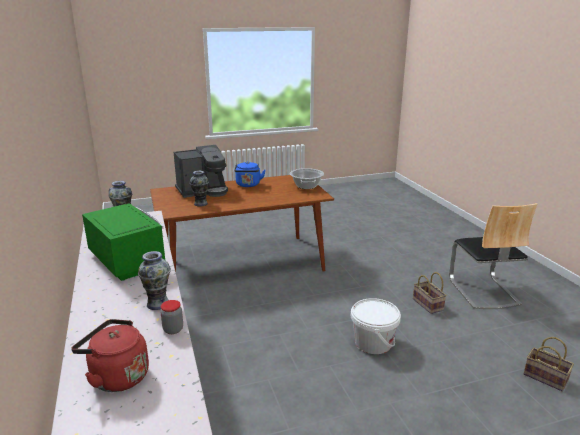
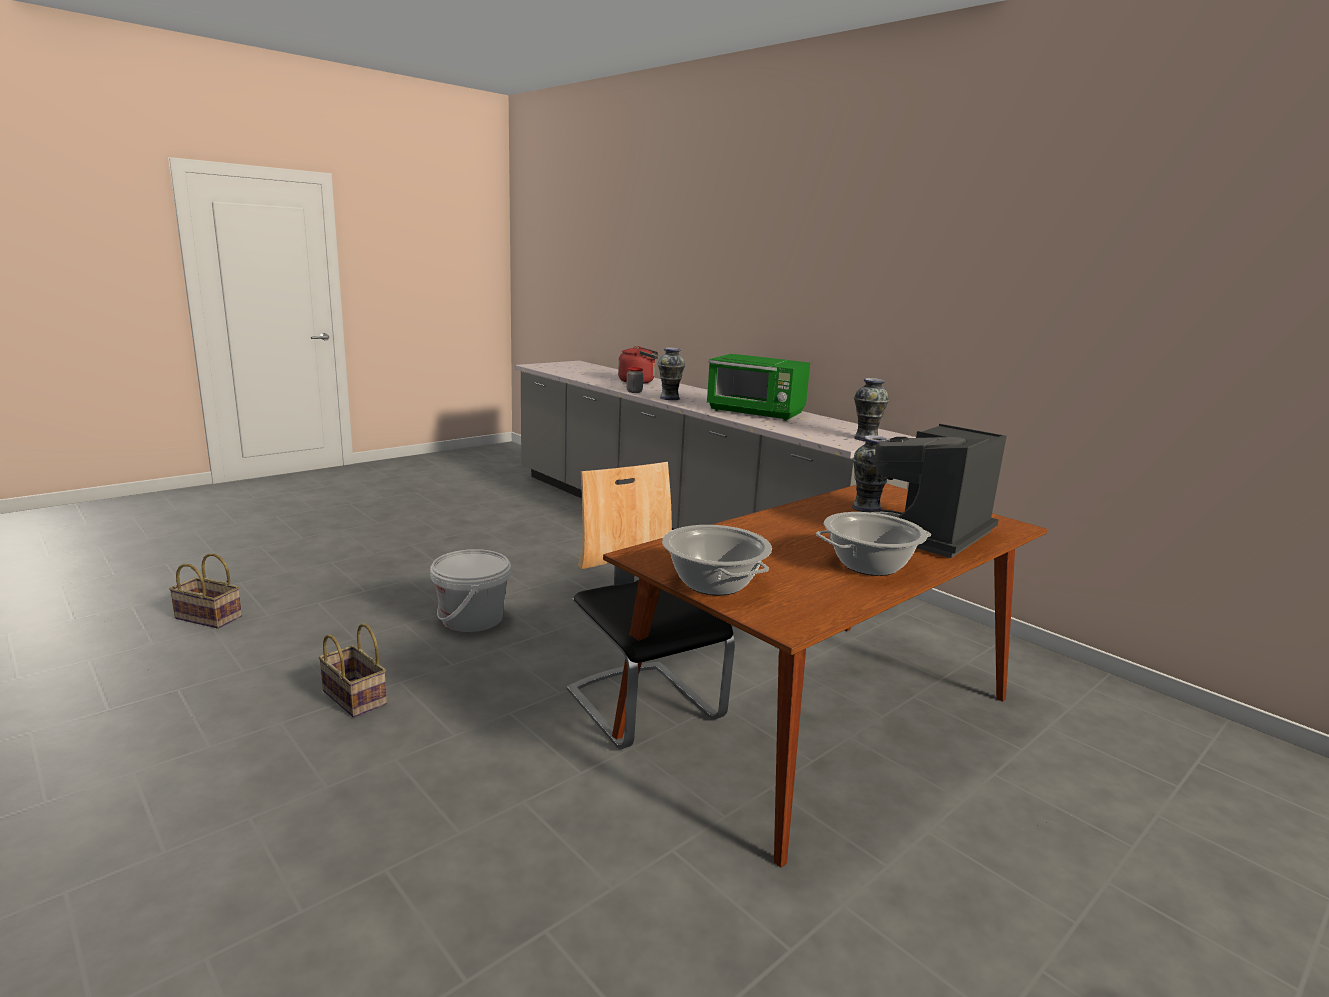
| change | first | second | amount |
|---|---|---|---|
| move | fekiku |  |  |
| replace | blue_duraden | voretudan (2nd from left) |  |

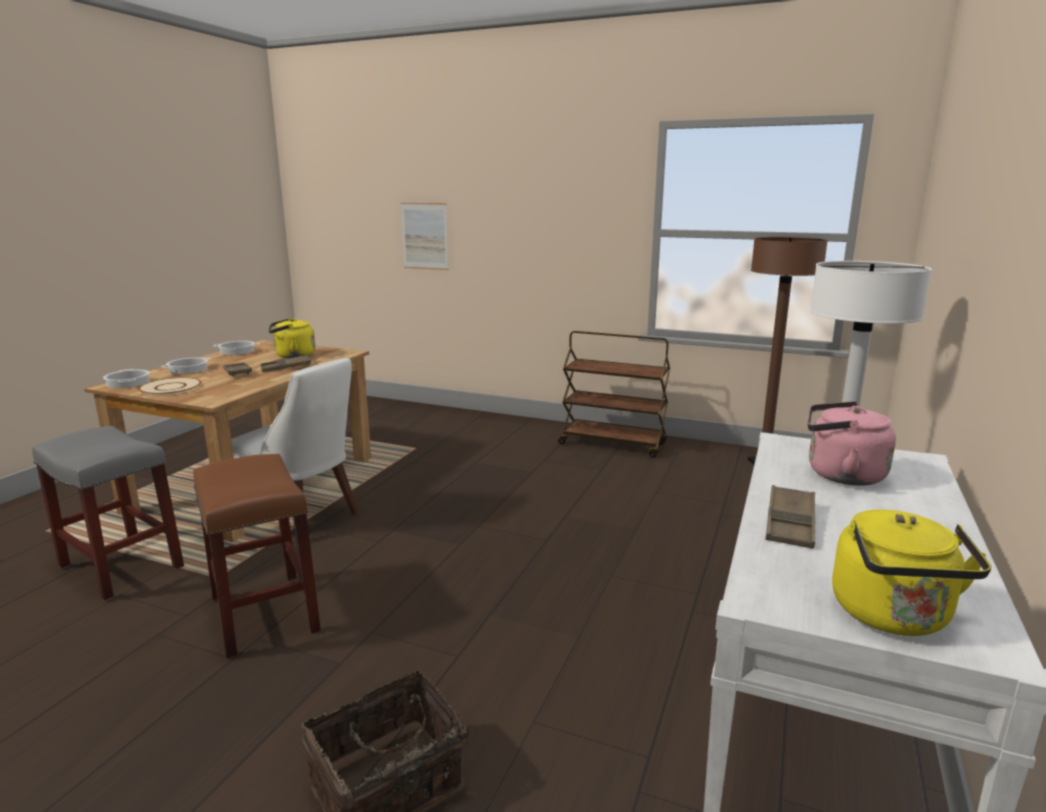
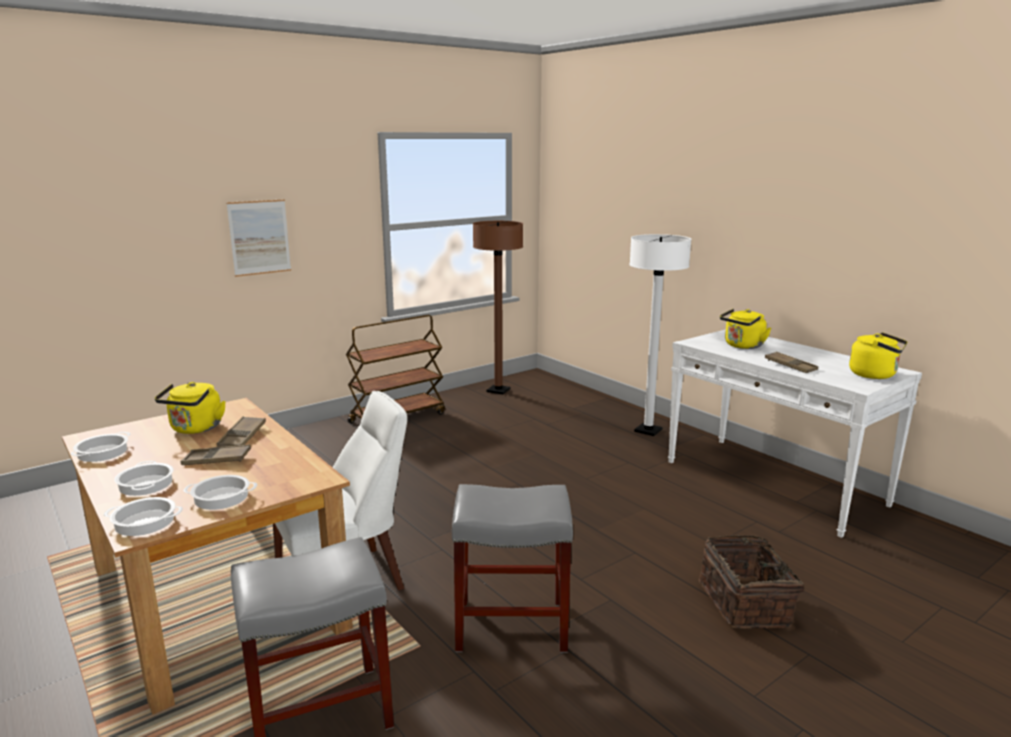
| change | first | second | amount |
|---|---|---|---|
| replace | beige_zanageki | voretudan (4th from left) |  |
| move | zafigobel |  |  |
| recolor | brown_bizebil | grey_bizebil (2nd from left) |  |
| recolor | pink_duraden | yellow_duraden (2nd from left) |  |

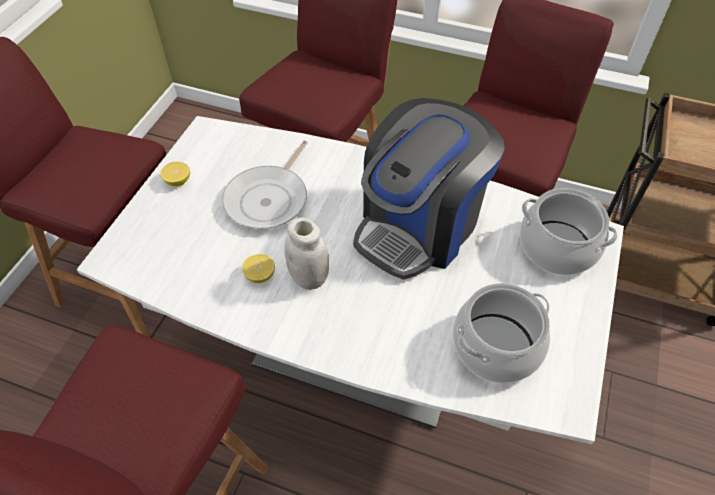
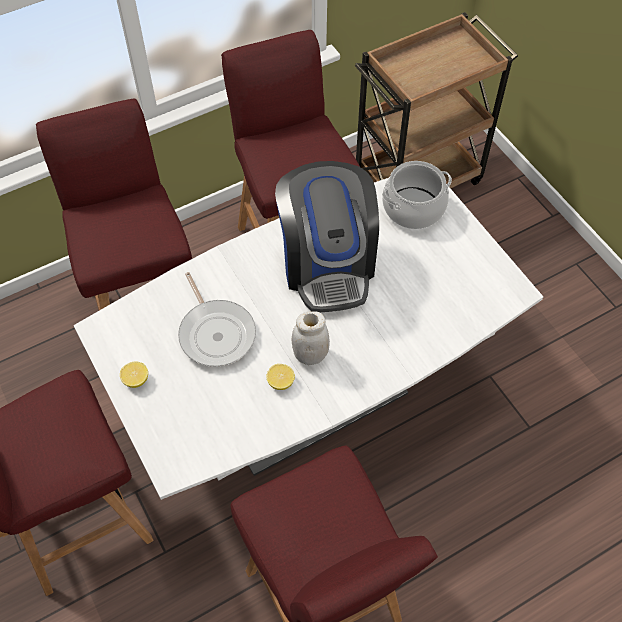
| change | first | second | amount |
|---|---|---|---|
| delete | voretudan (1st from left) |  |  |

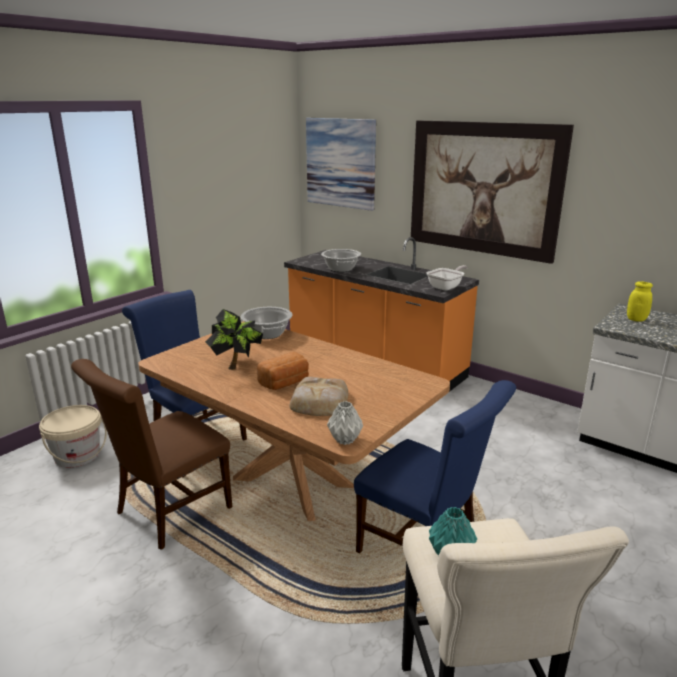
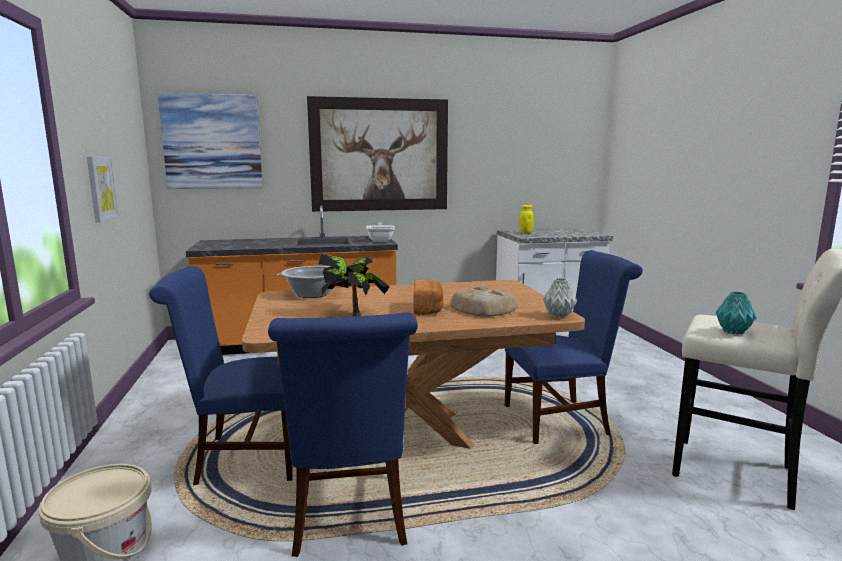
| change | first | second | amount |
|---|---|---|---|
| insert |  | zafigobel (1st from left) |  |
| recolor | brown_fekiku | blue_fekiku (2nd from left) |  |
| delete | voretudan (2nd from left) |  |  |

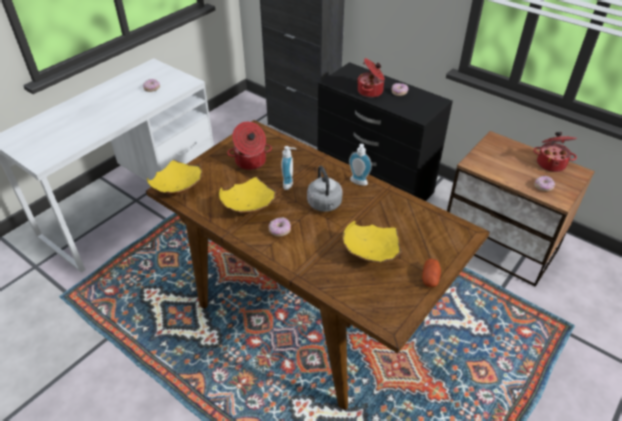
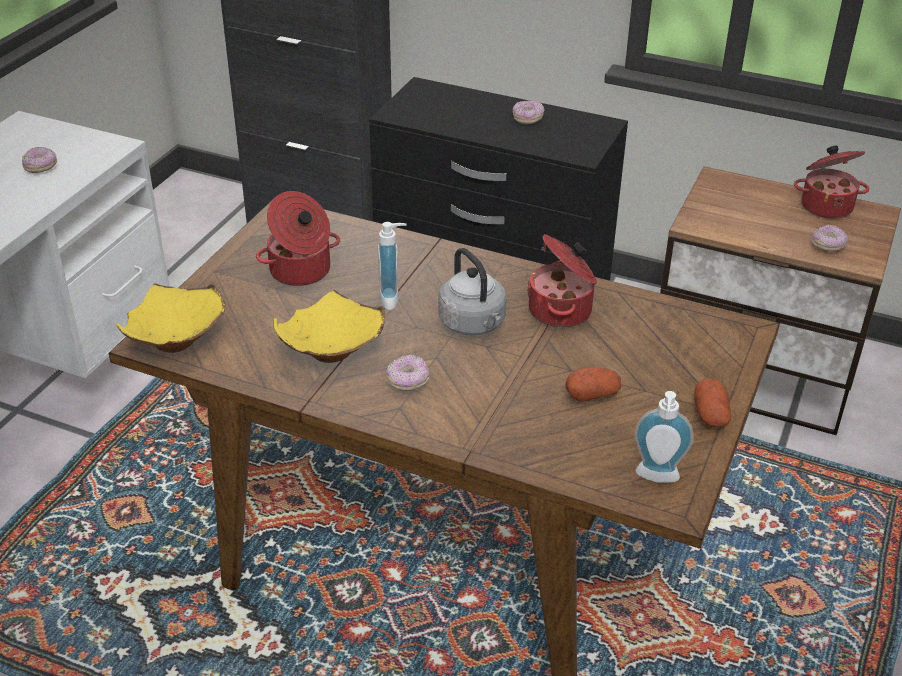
| change | first | second | amount |
|---|---|---|---|
| move | voretudan (2nd from left) |  |  |
| replace | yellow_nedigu (3rd from left) | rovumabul (1st from left) |  |
| move | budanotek (2nd from left) |  |  |

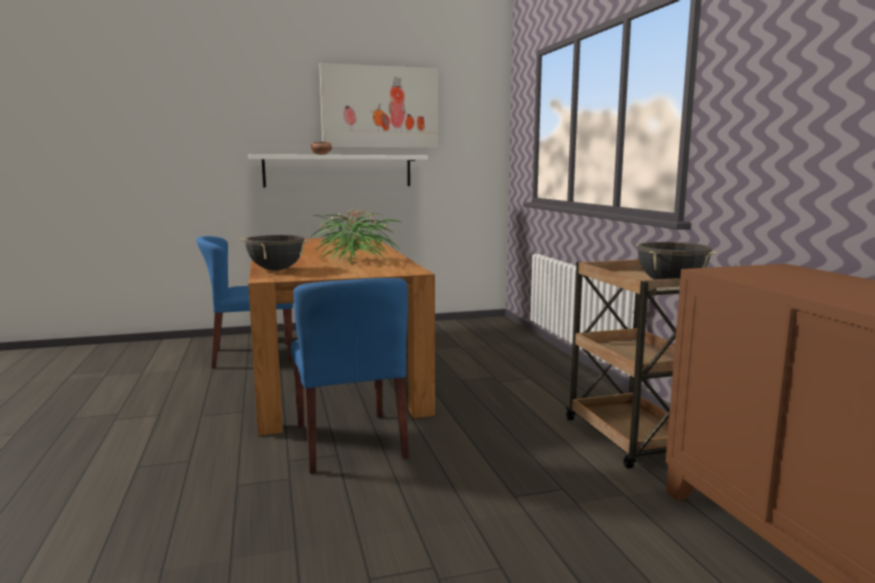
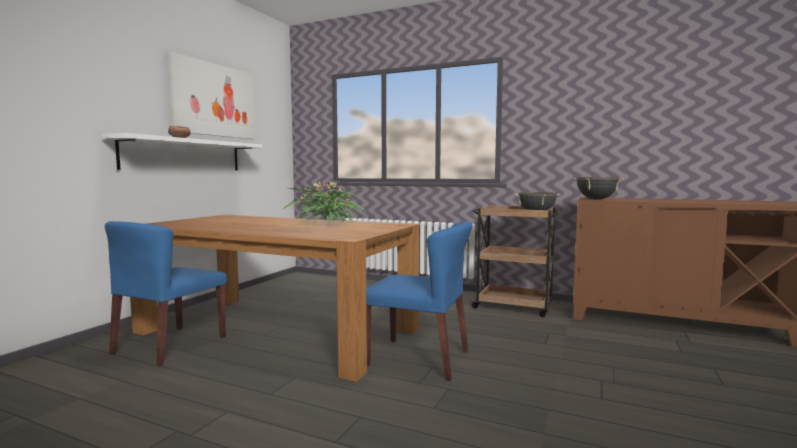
| change | first | second | amount |
|---|---|---|---|
| move | black_voretudan (1st from left in the first image) | black_voretudan (2nd from left) |  |

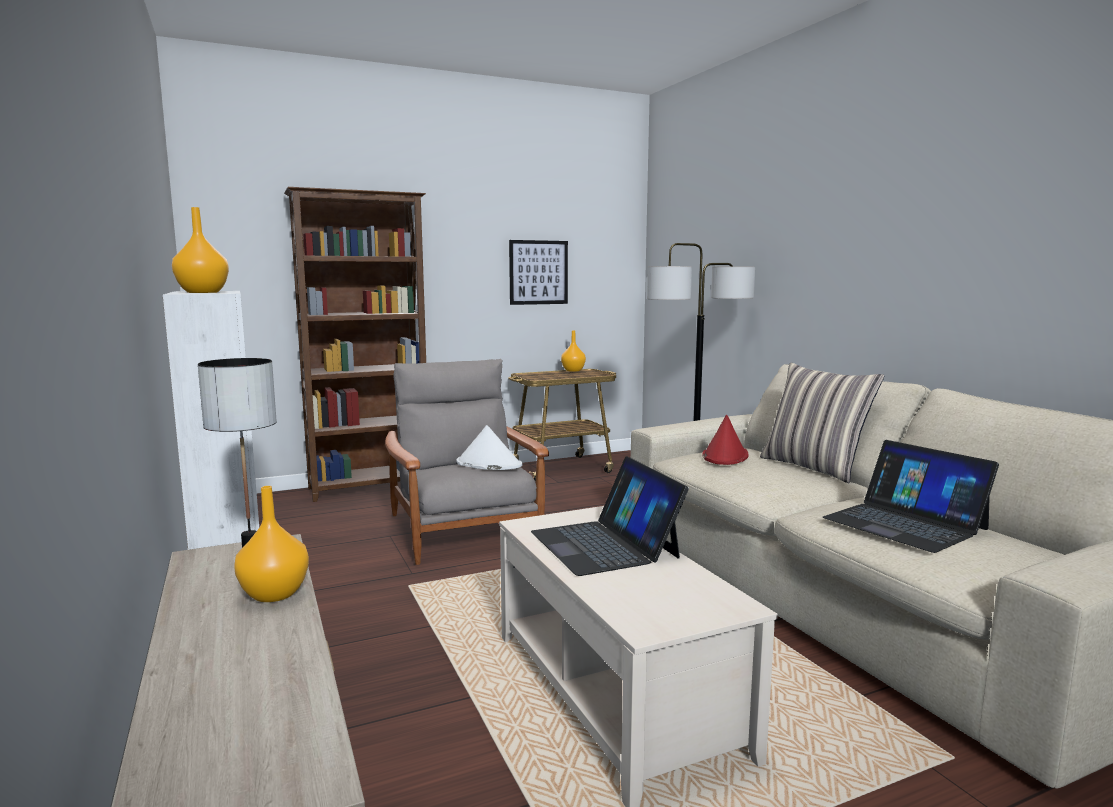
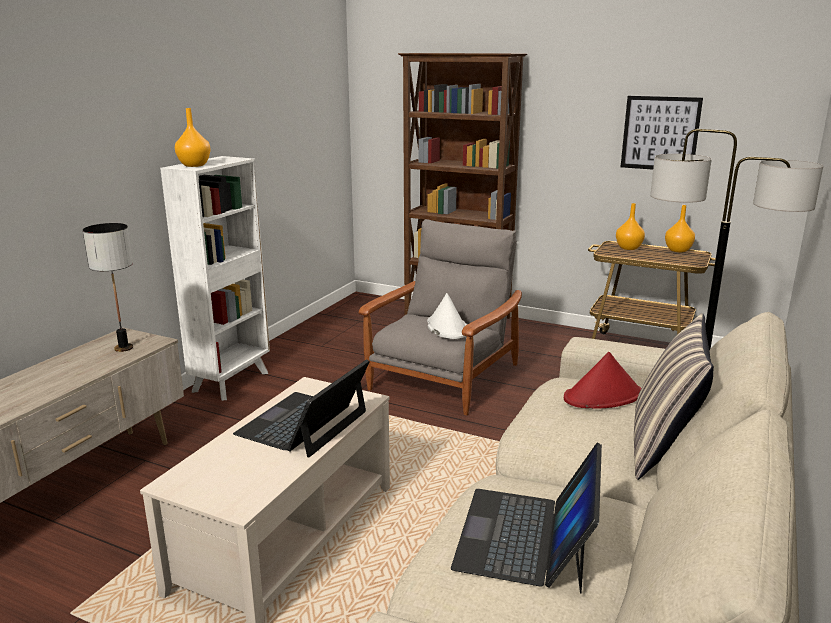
| change | first | second | amount |
|---|---|---|---|
| move | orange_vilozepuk (2nd from left) |  |  |

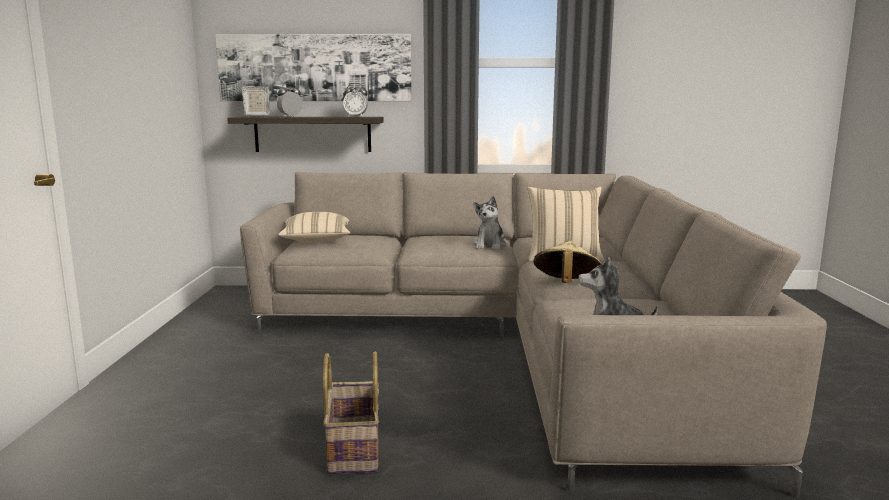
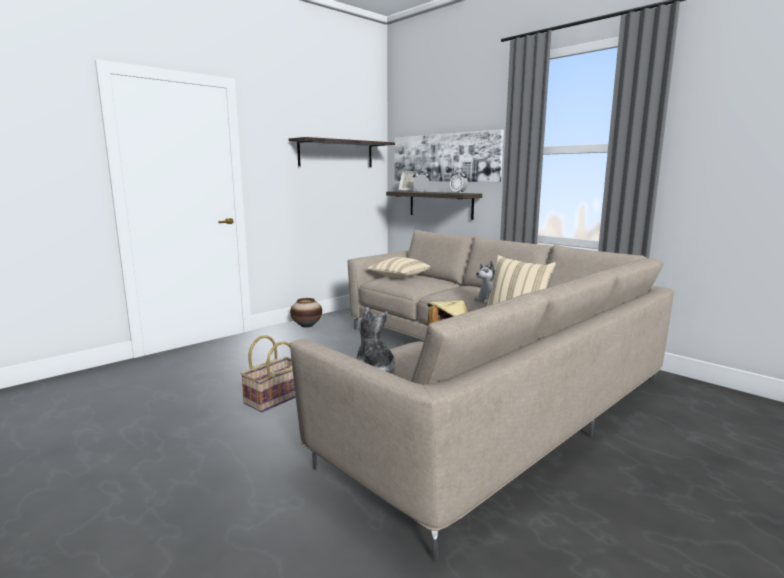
| change | first | second | amount |
|---|---|---|---|
| insert |  | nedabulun (1st from left) |  |
| insert |  | vilozepuk |  |

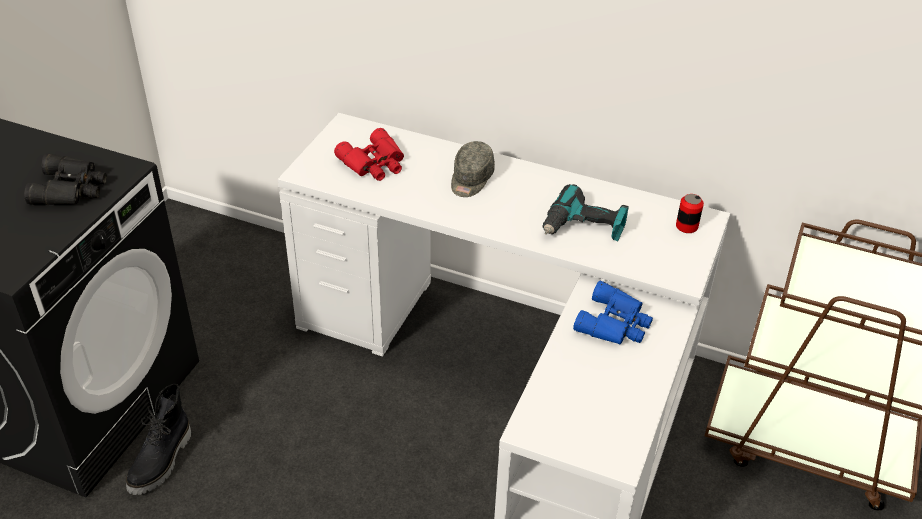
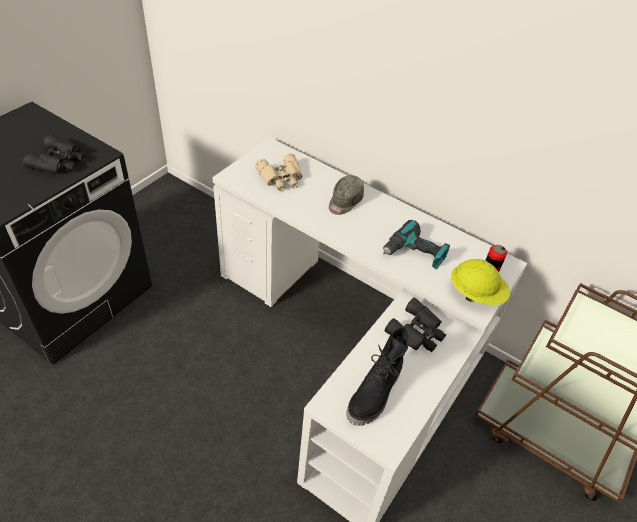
| change | first | second | amount |
|---|---|---|---|
| recolor | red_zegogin | beige_zegogin |  |
| move | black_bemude |  |  |
| recolor | blue_zegogin | black_zegogin (2nd from left) |  |
| insert |  | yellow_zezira |  |

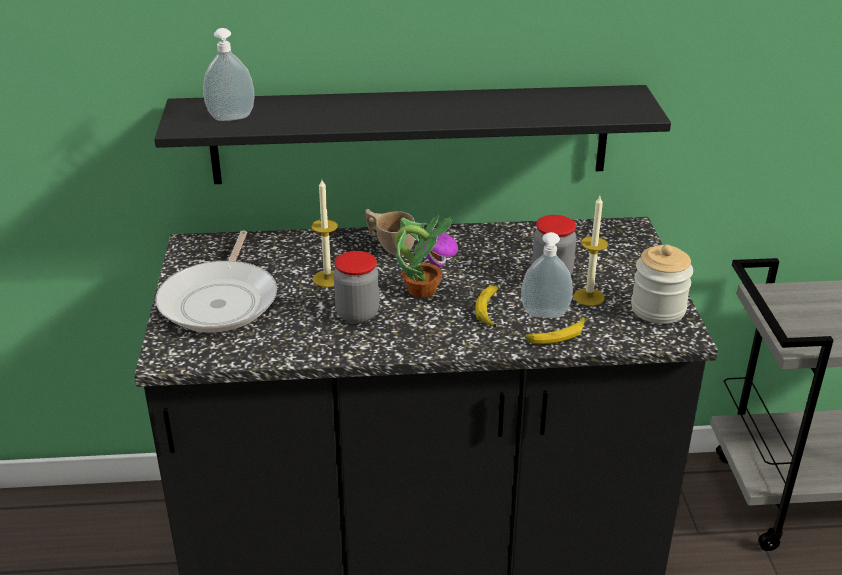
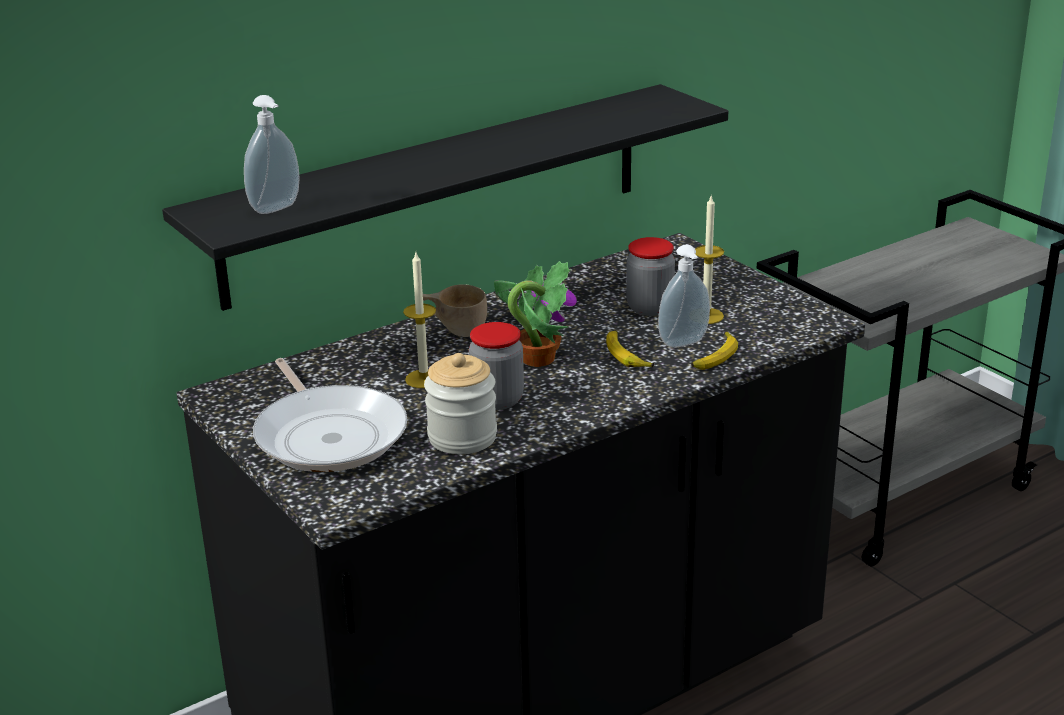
| change | first | second | amount |
|---|---|---|---|
| move | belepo (3rd from left in the first image) | belepo (1st from left) |  |

